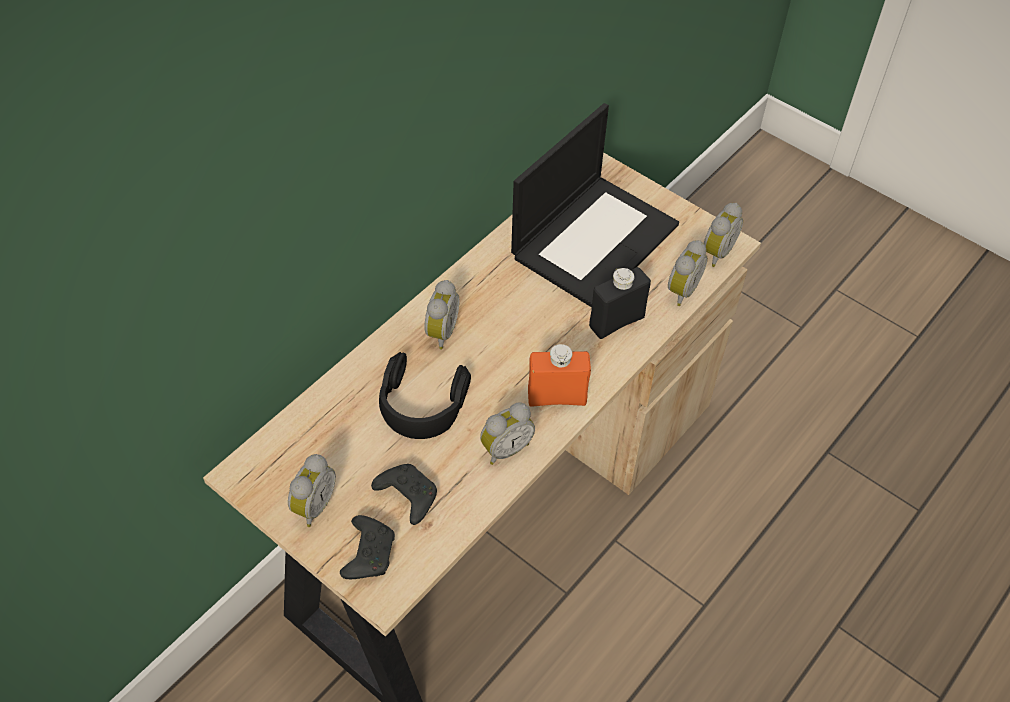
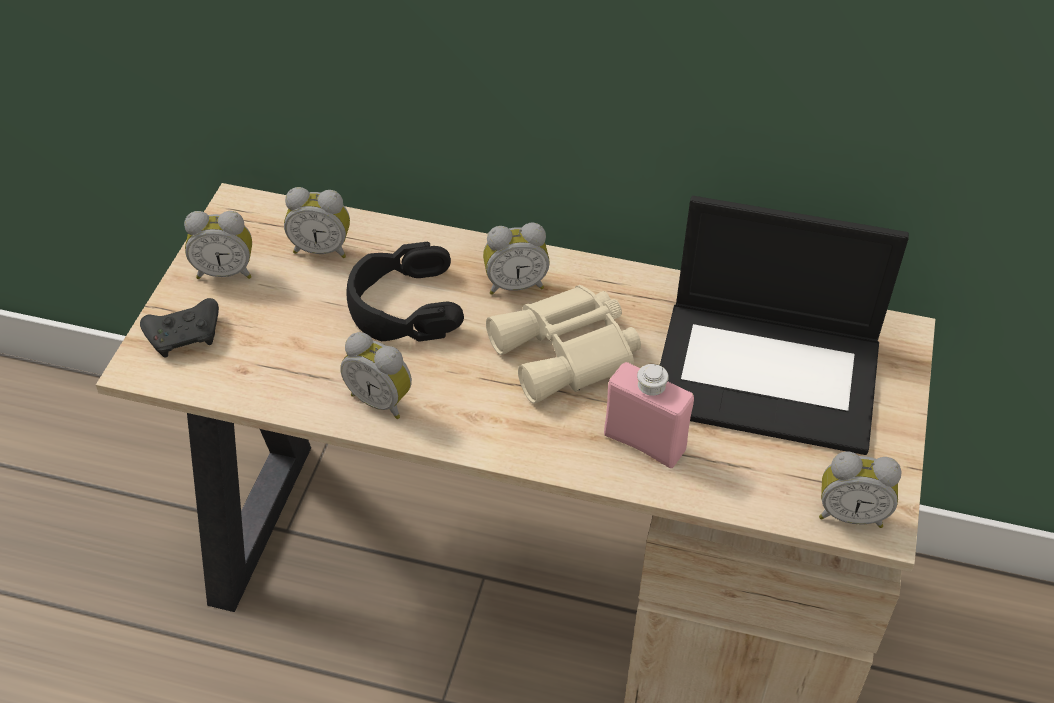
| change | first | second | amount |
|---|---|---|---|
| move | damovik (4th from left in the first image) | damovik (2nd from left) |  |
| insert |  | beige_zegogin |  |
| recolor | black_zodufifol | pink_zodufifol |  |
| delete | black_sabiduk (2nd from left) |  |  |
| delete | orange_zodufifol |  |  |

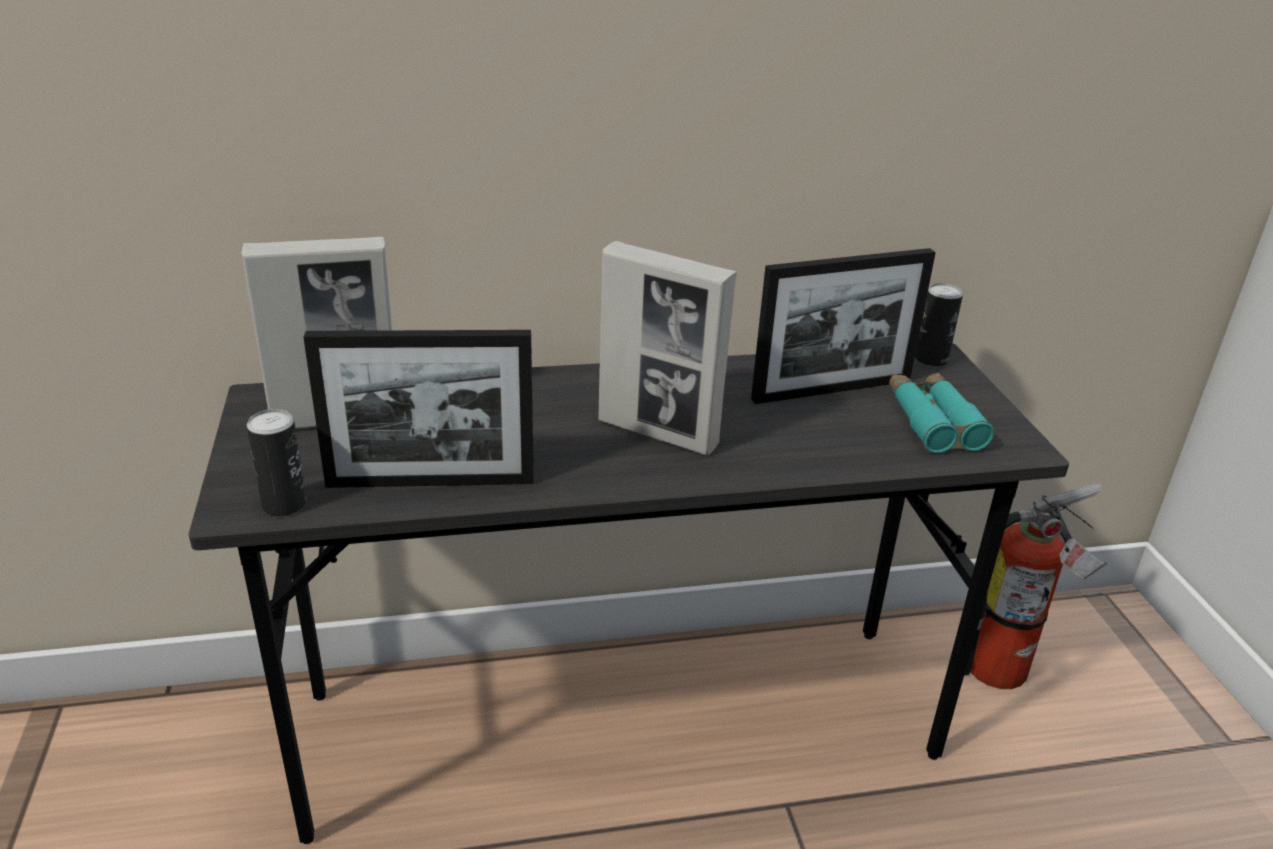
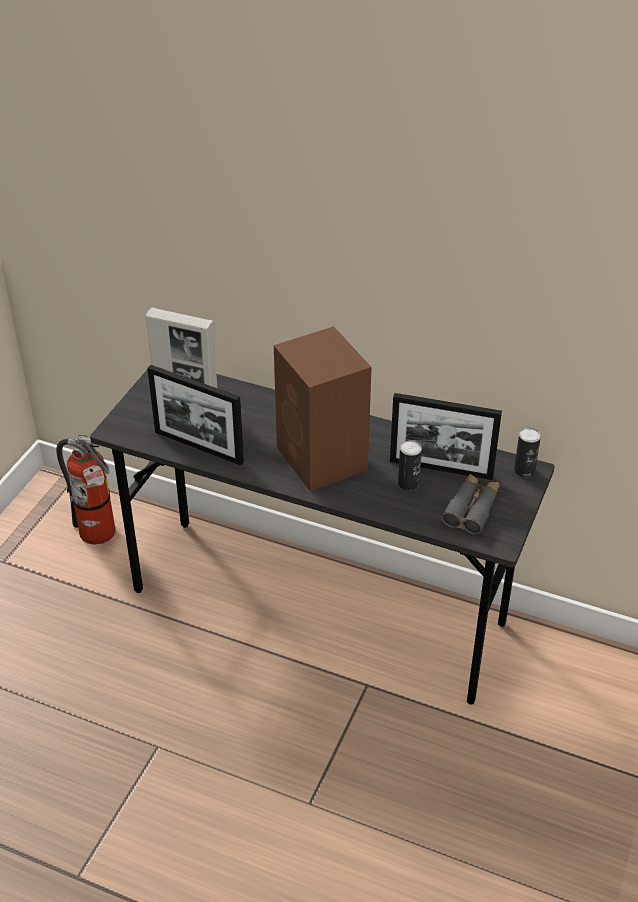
| change | first | second | amount |
|---|---|---|---|
| move | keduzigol |  |  |
| replace | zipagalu (3rd from left) | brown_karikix |  |
| move | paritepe (1st from left) |  |  |
| recolor | turquoise_zegogin | grey_zegogin |  |

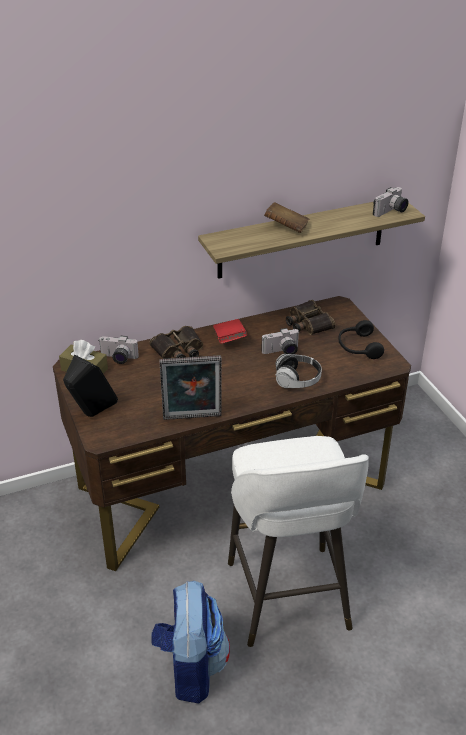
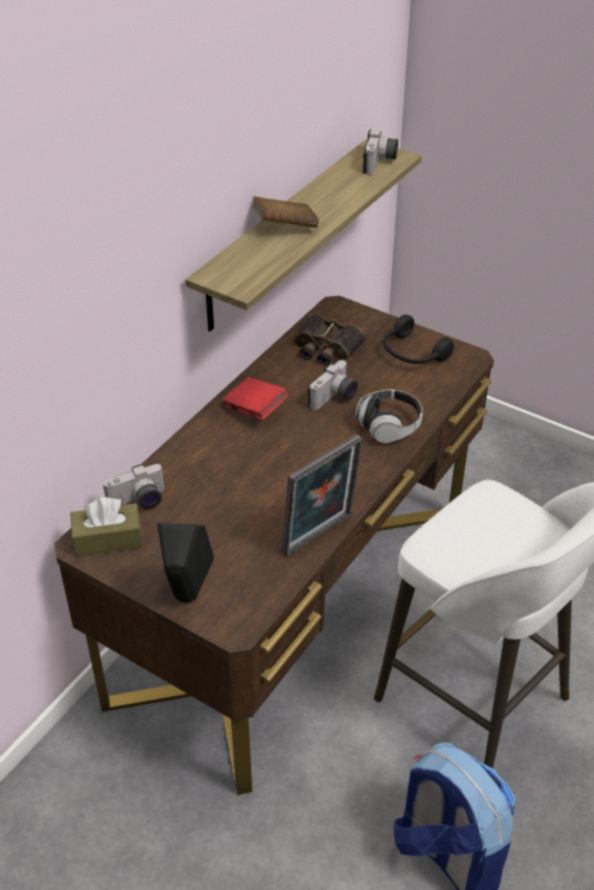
| change | first | second | amount |
|---|---|---|---|
| delete | zegogin (1st from left) |  |  |

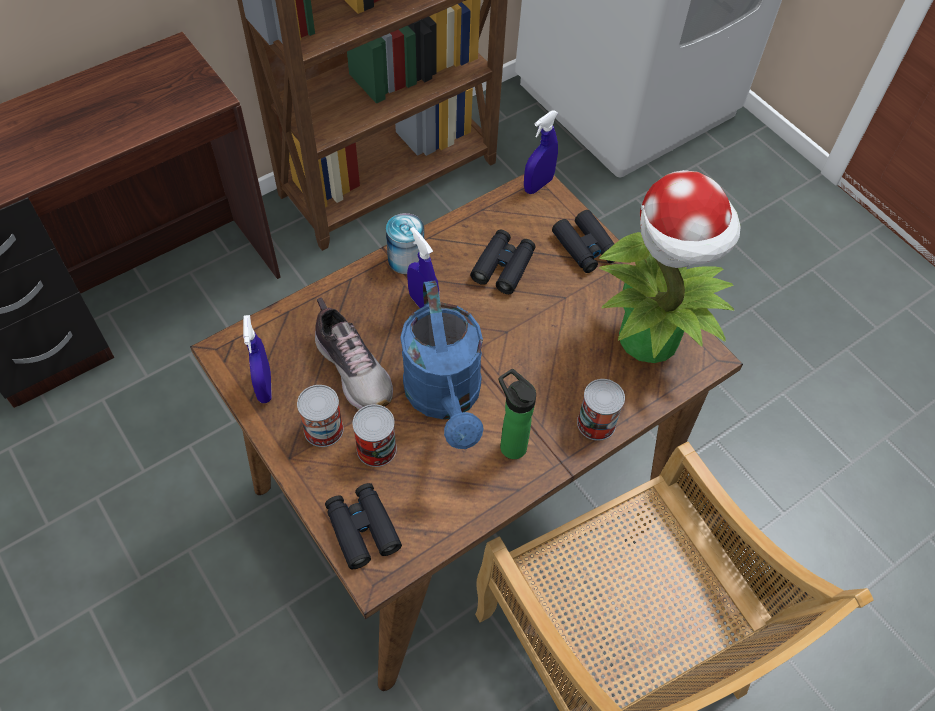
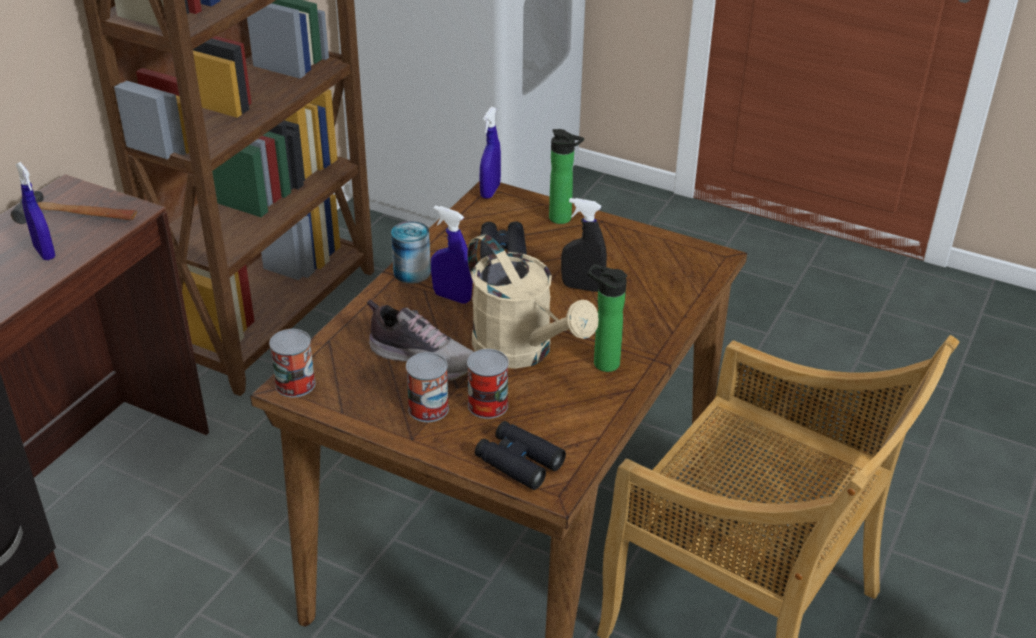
| change | first | second | amount |
|---|---|---|---|
| insert |  | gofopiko |  |
| move | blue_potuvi (1st from left) |  |  |
| move | paritepe (4th from left in the first image) | paritepe (1st from left) |  |
| recolor | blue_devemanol | beige_devemanol |  |
| replace | black_zegogin (3rd from left) | zodufifol (1st from left) |  |
| insert |  | black_potuvi |  |
| delete | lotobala |  |  |

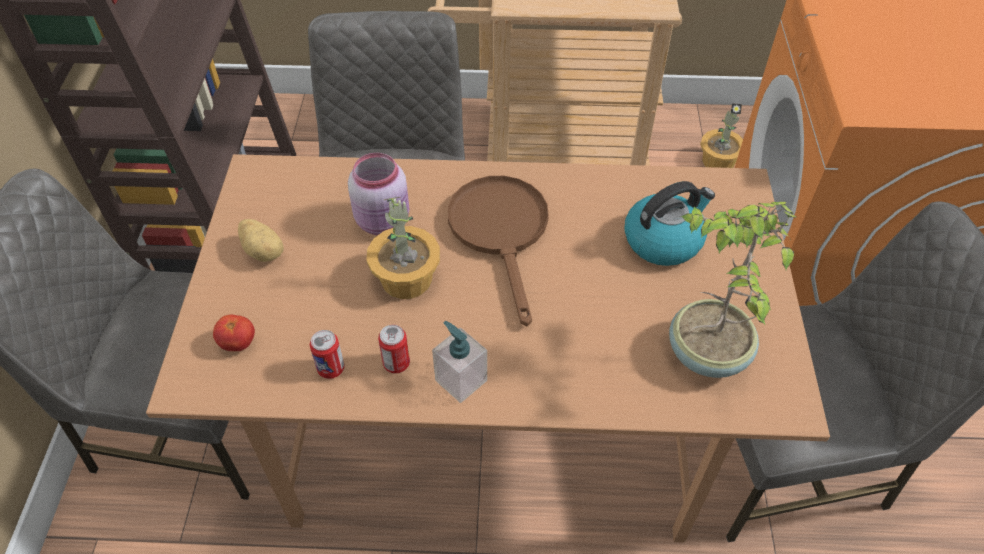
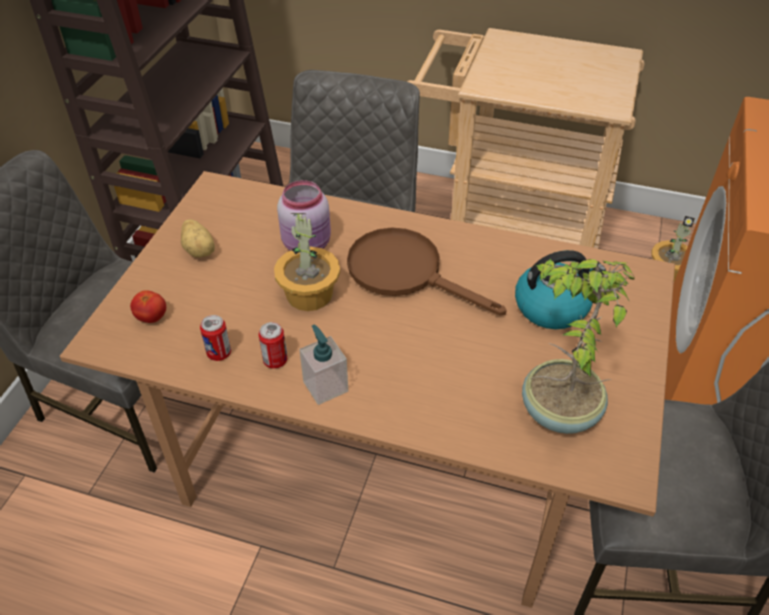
| change | first | second | amount |
|---|---|---|---|
| rotate | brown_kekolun |  | 60 degrees counterclockwise |

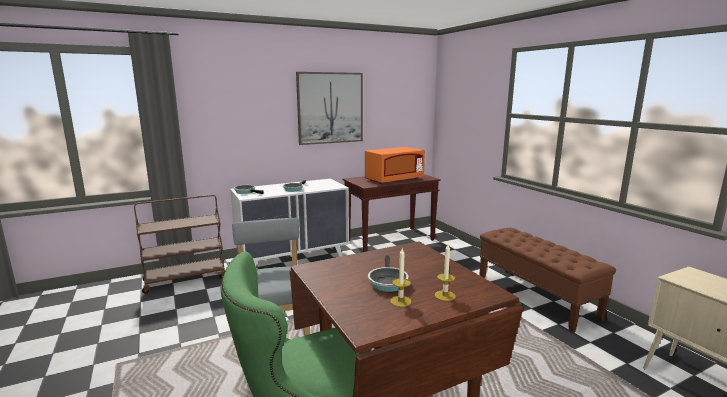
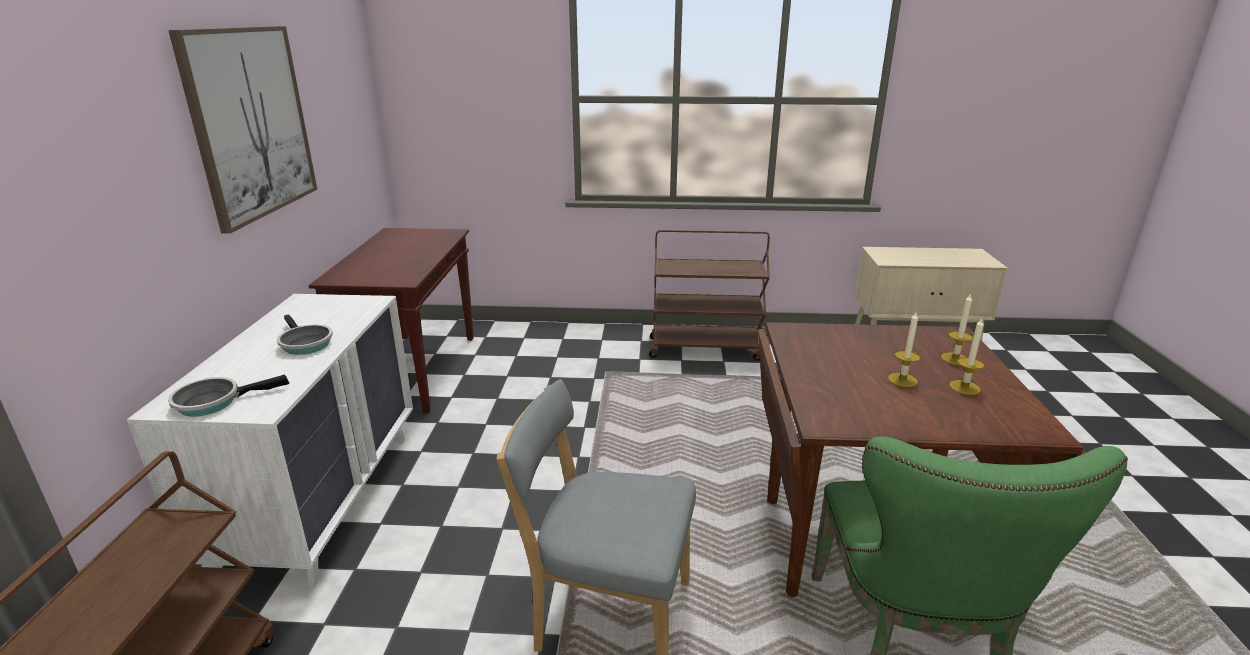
| change | first | second | amount |
|---|---|---|---|
| replace | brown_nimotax | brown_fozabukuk (2nd from left) |  |
| replace | kekolun (3rd from left) | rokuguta (1st from left) |  |
| delete | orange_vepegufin |  |  |

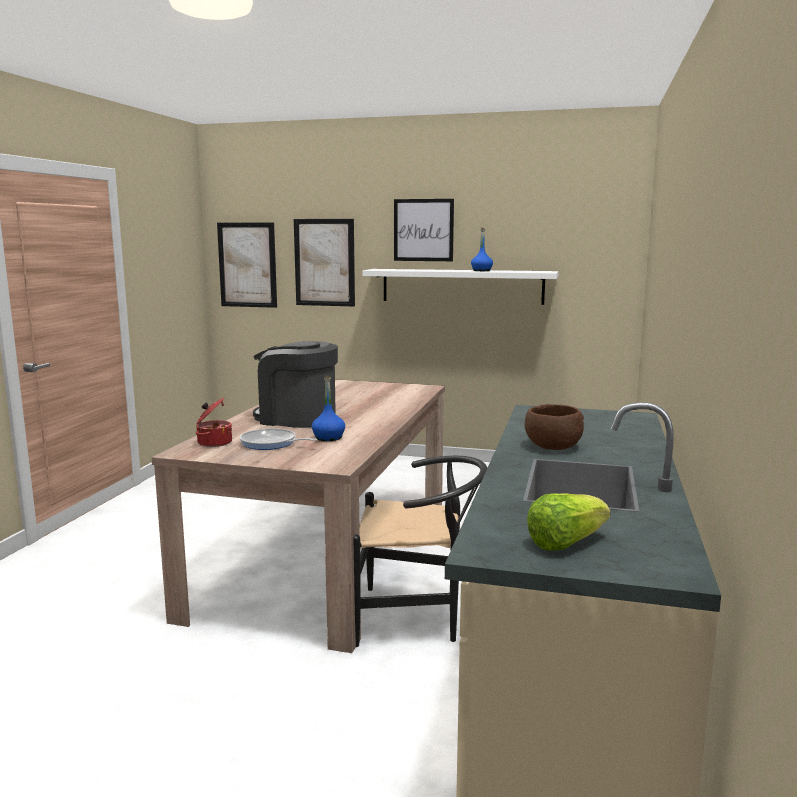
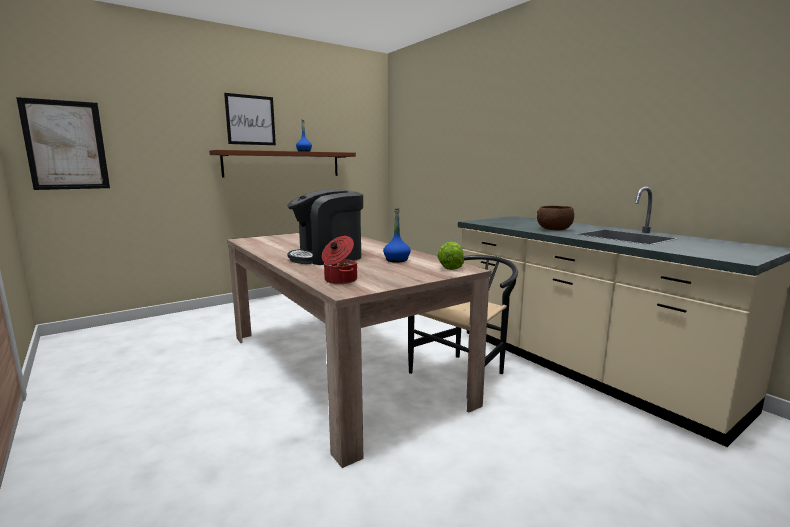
| change | first | second | amount |
|---|---|---|---|
| recolor | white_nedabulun | brown_nedabulun |  |
| move | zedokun |  |  |
| delete | kekolun |  |  |
| delete | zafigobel (2nd from left) |  |  |

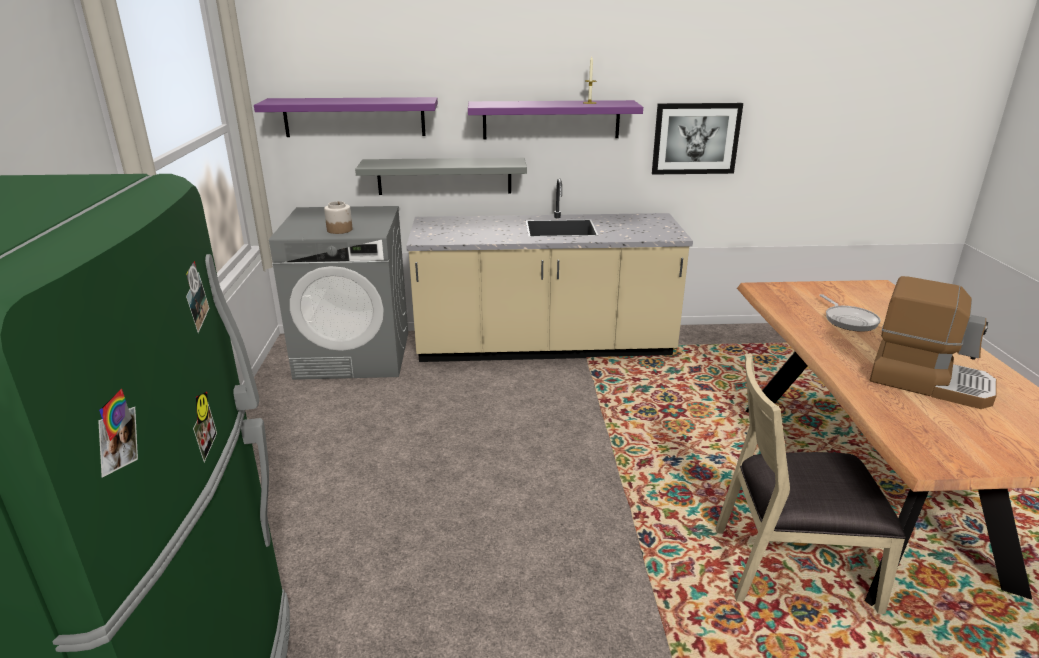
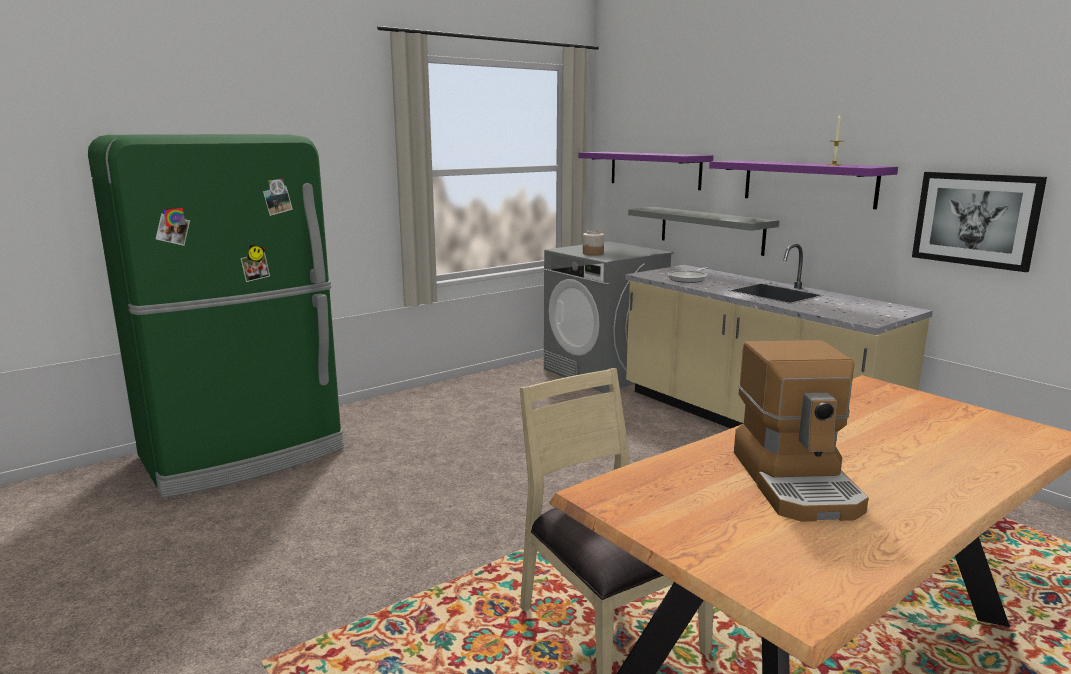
| change | first | second | amount |
|---|---|---|---|
| move | kekolun |  |  |

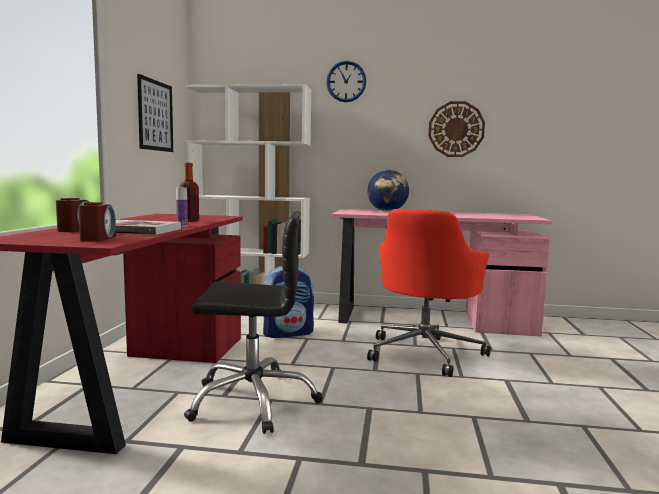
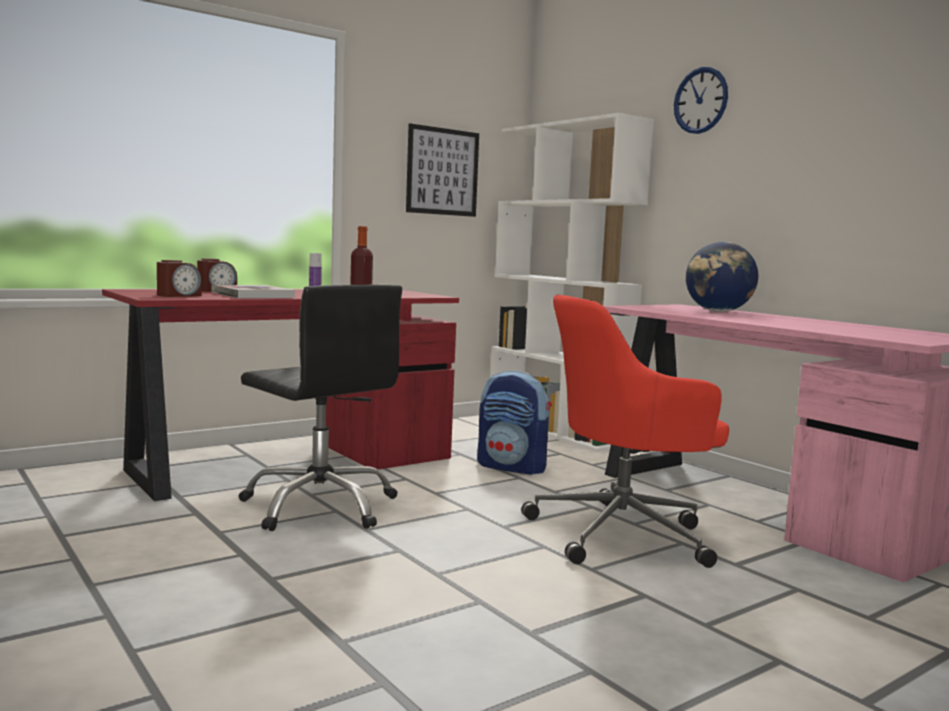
| change | first | second | amount |
|---|---|---|---|
| delete | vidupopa (2nd from left) |  |  |

